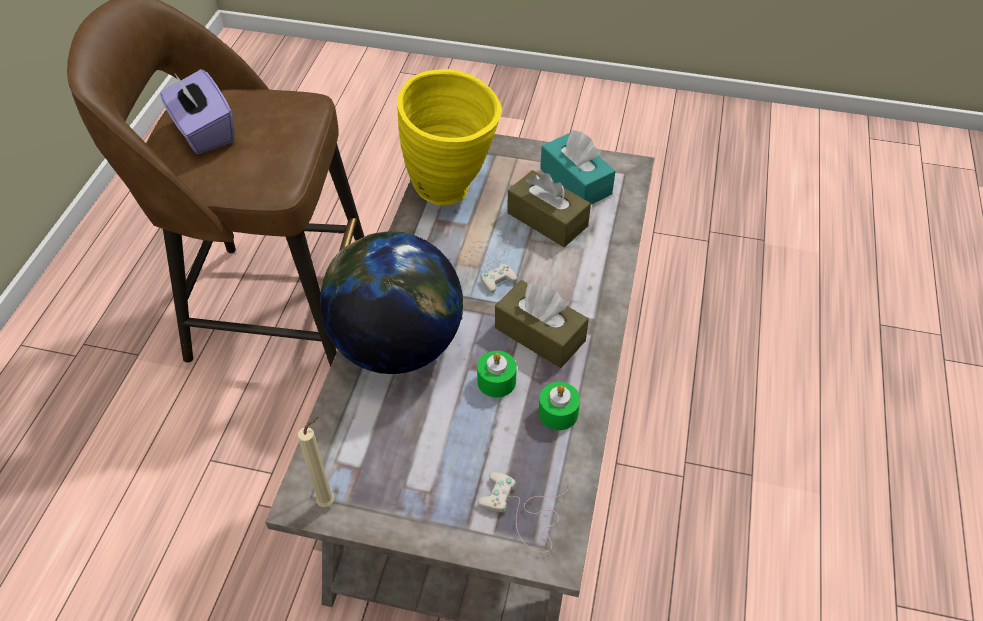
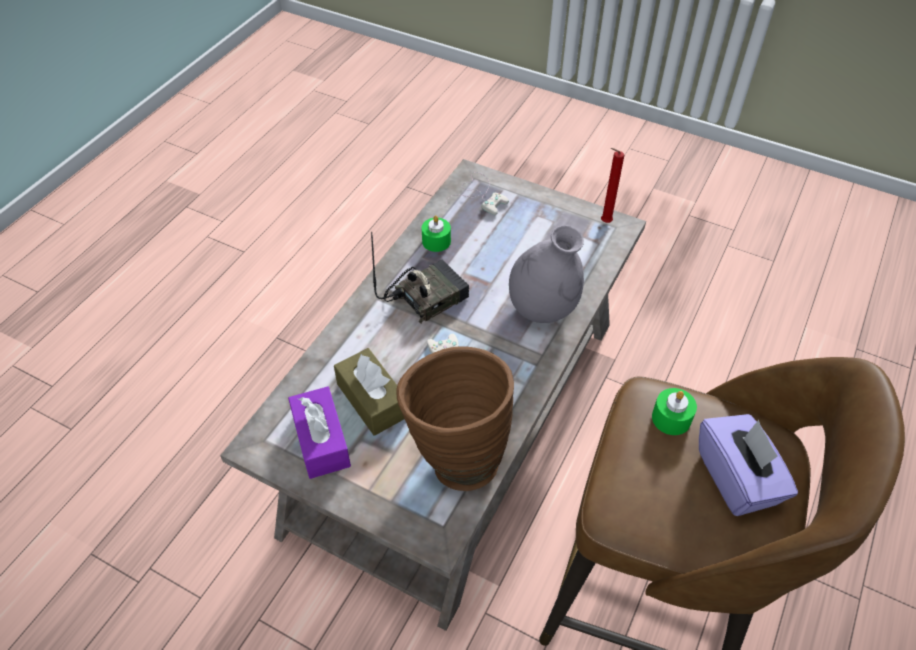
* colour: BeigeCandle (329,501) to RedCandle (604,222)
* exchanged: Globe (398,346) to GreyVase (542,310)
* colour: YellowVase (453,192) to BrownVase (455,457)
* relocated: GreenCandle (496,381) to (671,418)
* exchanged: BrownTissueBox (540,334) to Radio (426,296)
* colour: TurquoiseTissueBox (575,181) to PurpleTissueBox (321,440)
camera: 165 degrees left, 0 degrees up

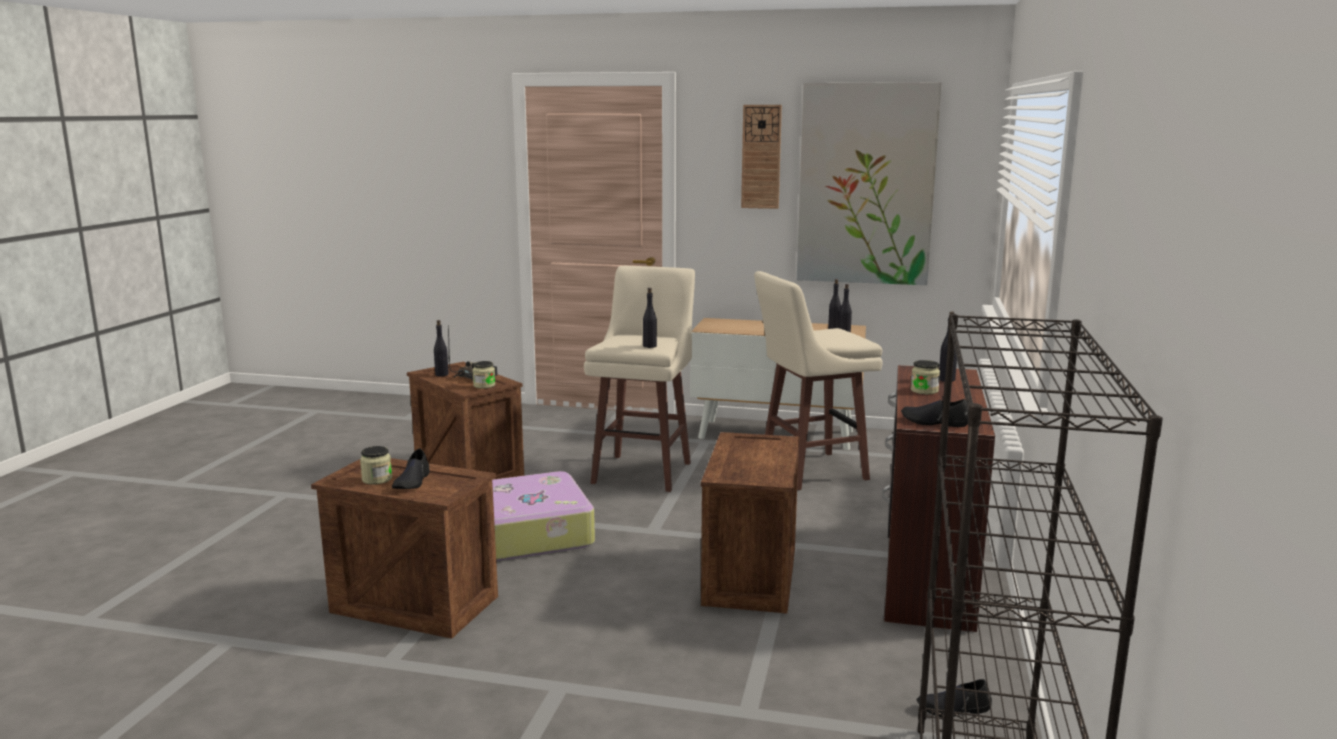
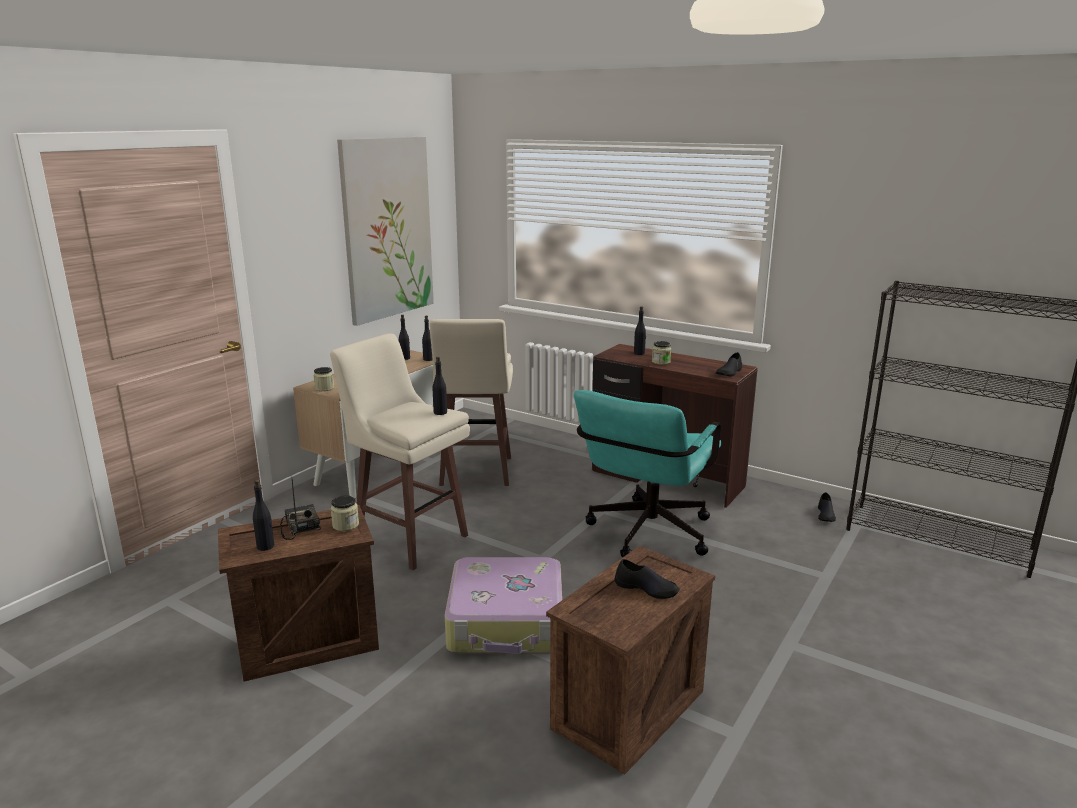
* relocated: Jar (377,479) to (324,388)
* exchanged: Crate (749,576) to TurquoiseOfficeChair (645,536)
* missing: WallClock (761,157)
camera: 70 degrees left, 5 degrees up

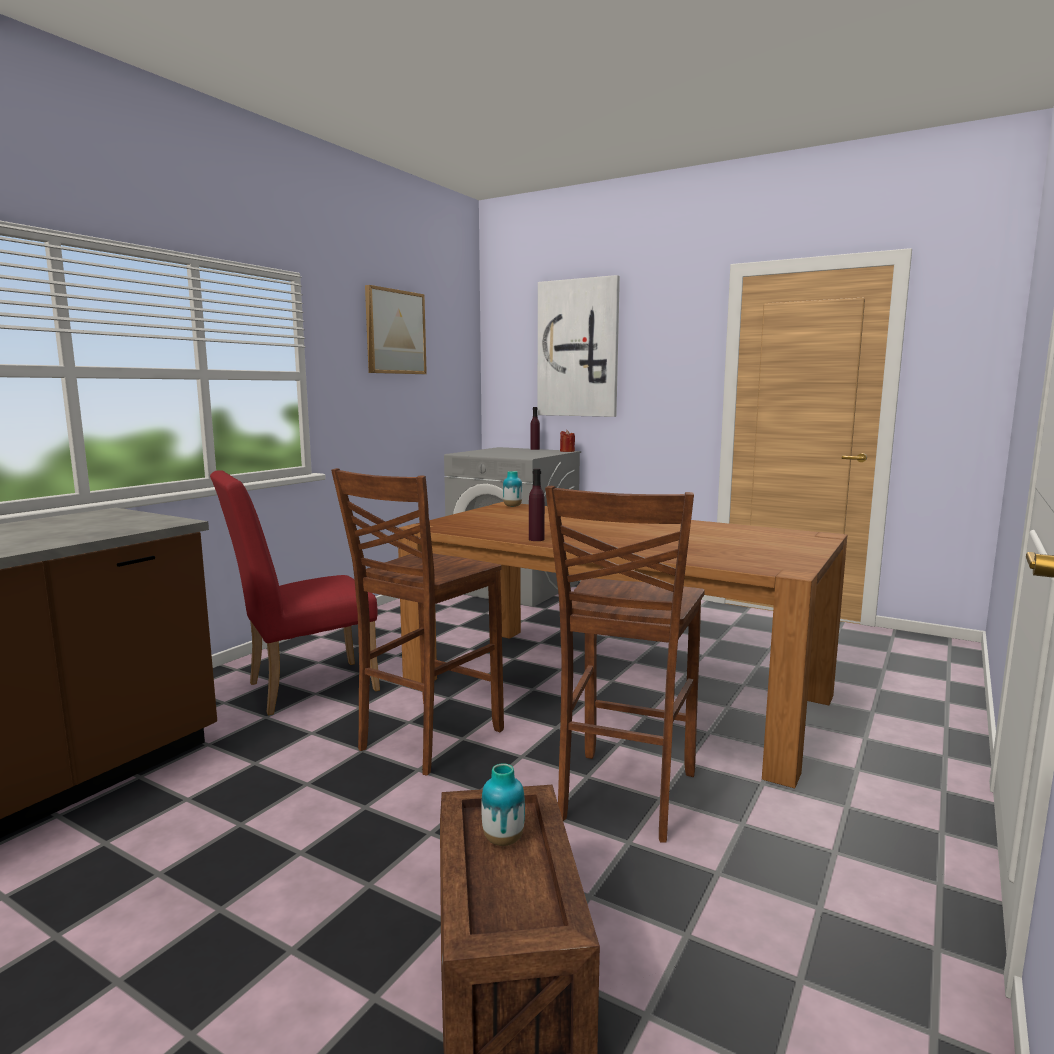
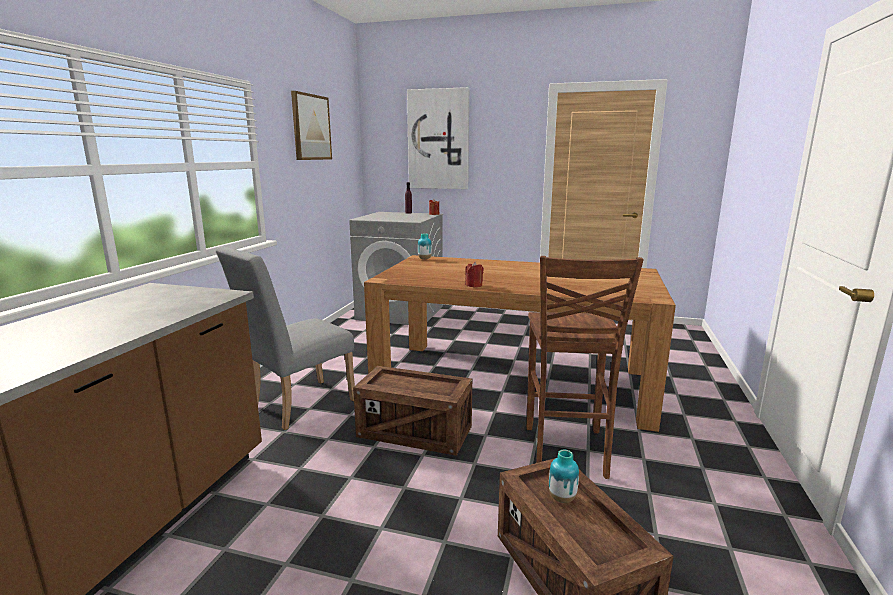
* colour: RedChair (302,688) to GreyChair (296,405)
* exchanged: BrownStool (426,740) to Crate (414,432)
* exchanged: PurpleBottle (536,539) to RedCandle (474,285)
camera: 15 degrees left, 5 degrees up

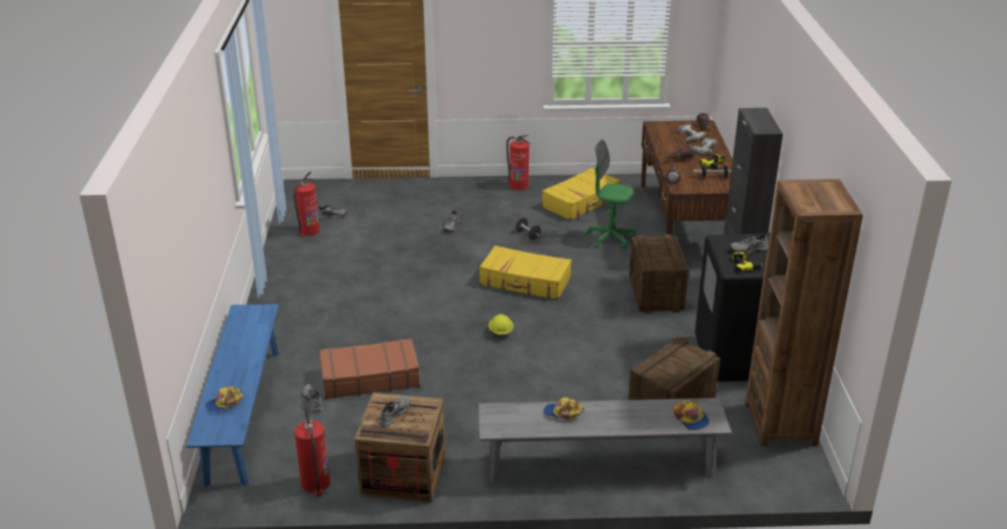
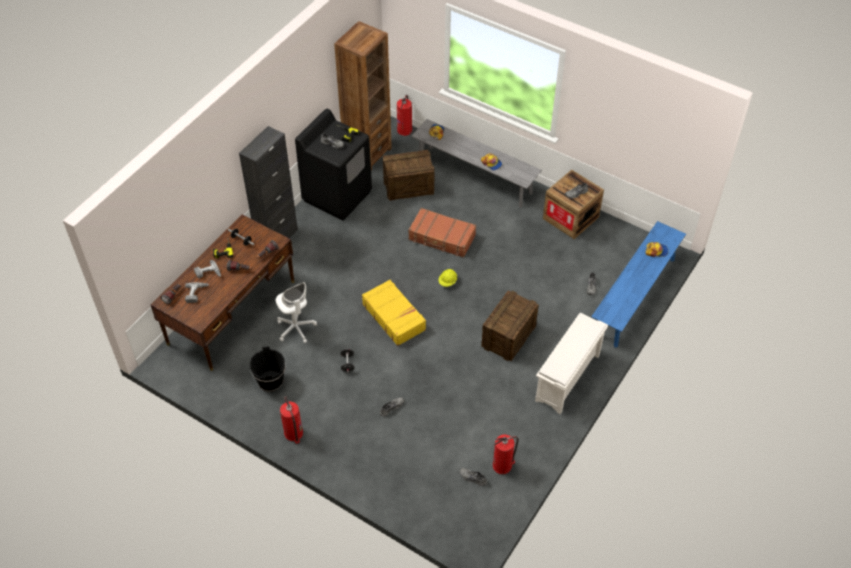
* relocated: FireExtinguisher (315,483) to (405,130)
* relocated: BrownSuitcase (369,378) to (442,238)
* exchanged: YellowSuitcase (581,202) to BlackBucket (270,381)
* colour: GreenOfficeChair (610,238) to WhiteOfficeChair (296,328)
* relocated: Crate (656,294) to (508,336)
* appeared: WhiteShoeRack (567,378)
camera: 145 degrees left, 20 degrees up

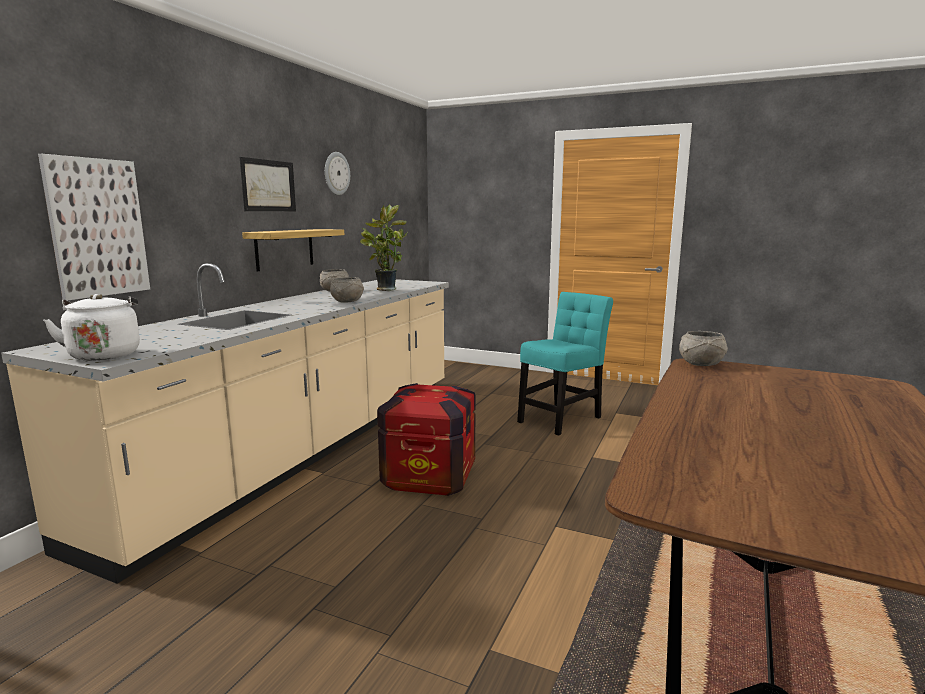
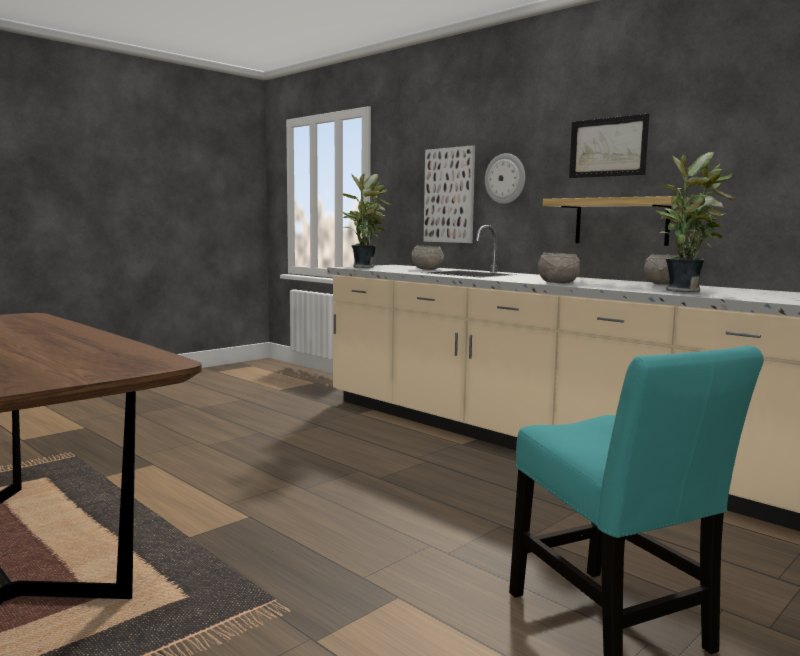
* exchanged: WhiteKettle (105,354) to PottedPlant (365,267)
* relocated: WallClock (336,173) to (505,178)
* missing: Crate (429,477)
* relocated: GreyBowl (700,364) to (427,269)
camera: 110 degrees right, 5 degrees down

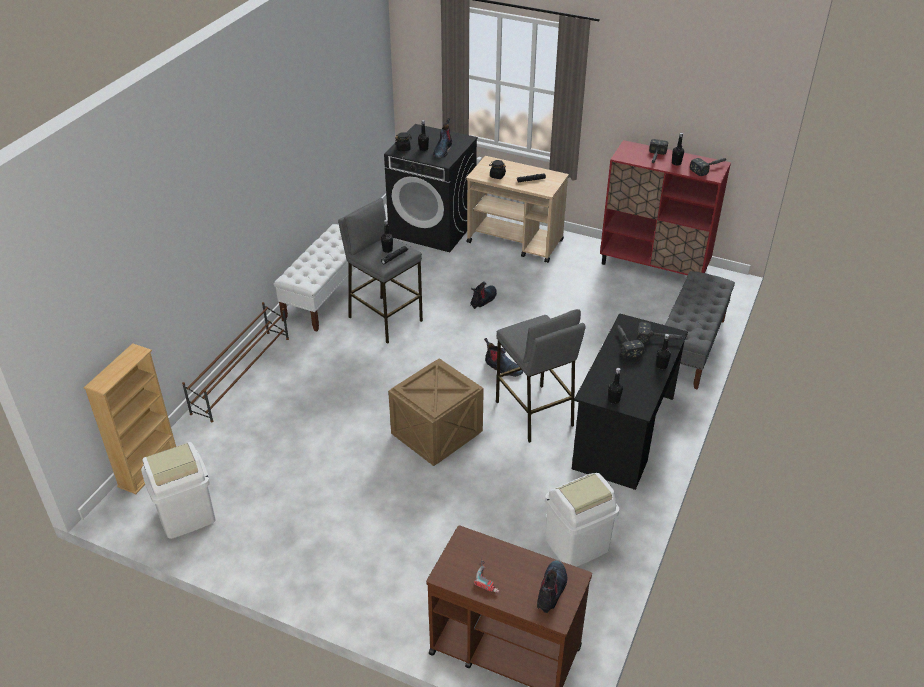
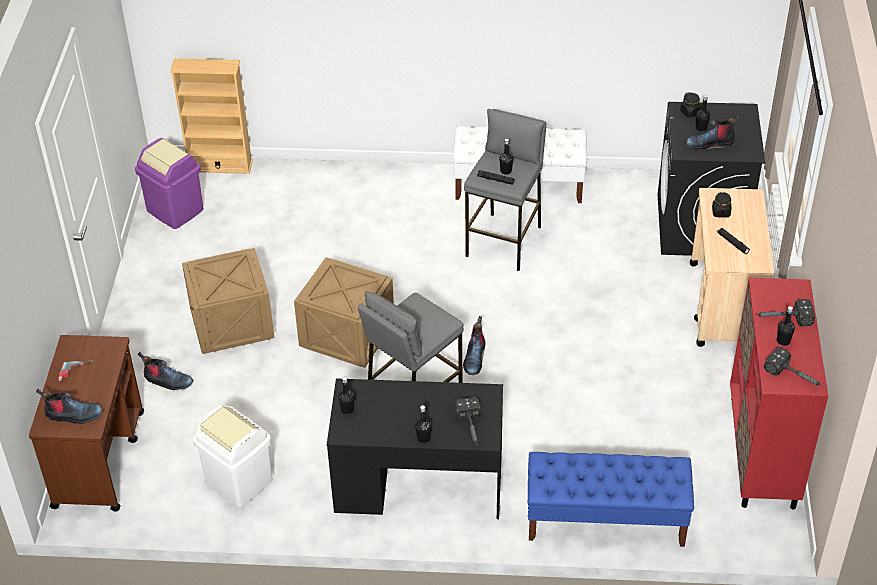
* colour: WhiteTrashCan (186,515) to PurpleTrashCan (175,210)
* missing: BrownShoeRack (242,374)
* relocated: Boot (483,300) to (167,381)
* missing: Hammer (625,343)
* colour: GreyBench (690,348) to BlueBench (605,520)
* appeared: Crate (233,324)
camera: 70 degrees right, 5 degrees up

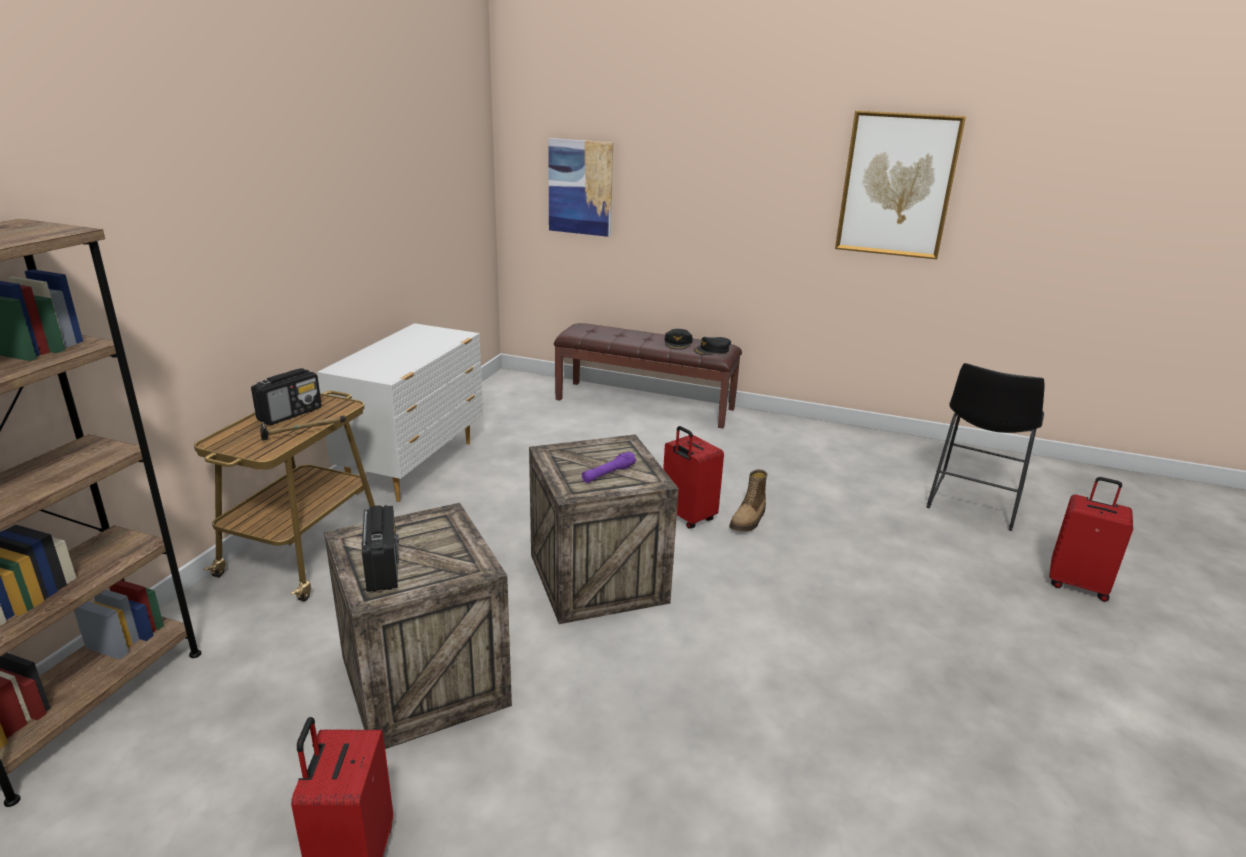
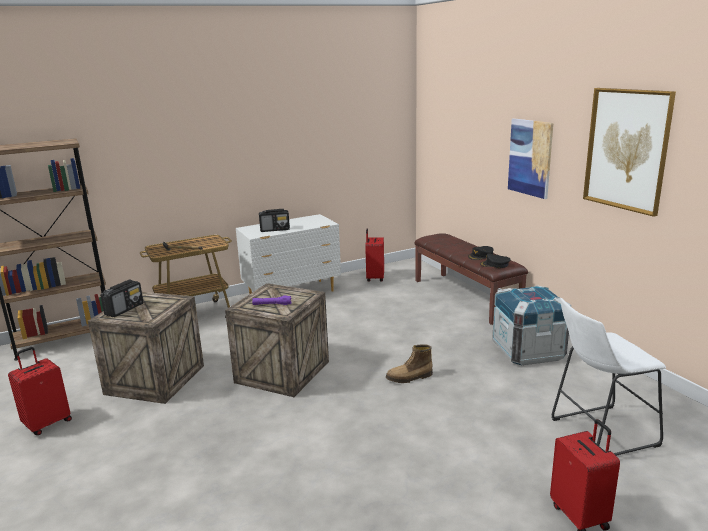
* relocated: Radio (290,414) to (275,229)
* relocated: Picture (580,187) to (530,157)
* relocated: RedSuitcase (687,517) to (374,278)
* colour: BlackStool (972,504) to WhiteStool (598,433)
* appeared: Crate (528,351)
camera: 45 degrees right, 5 degrees down

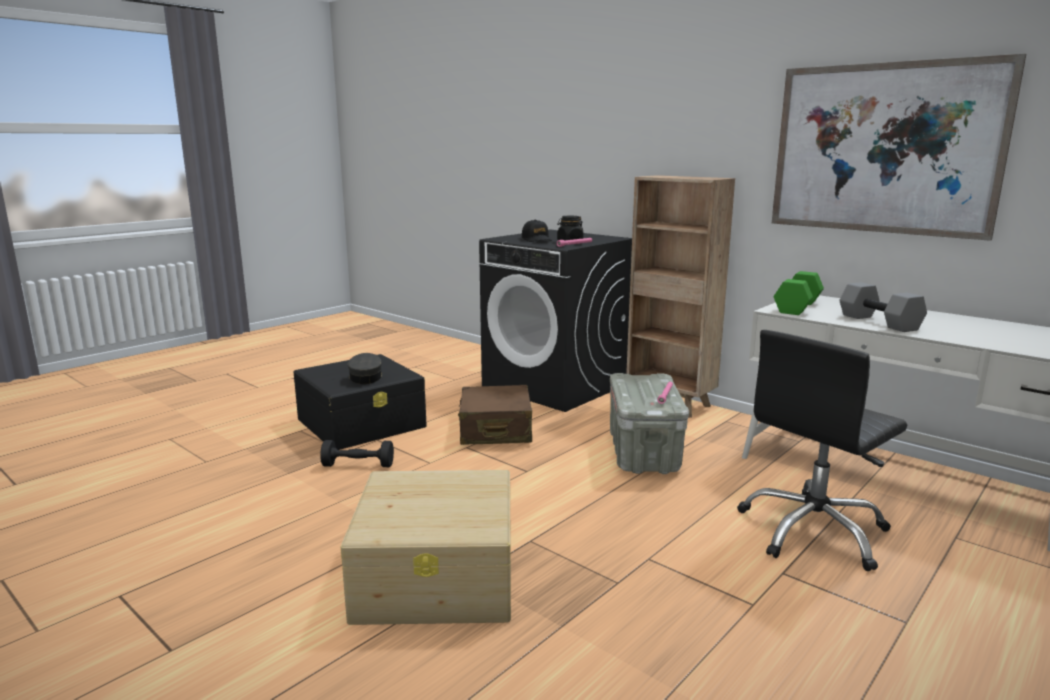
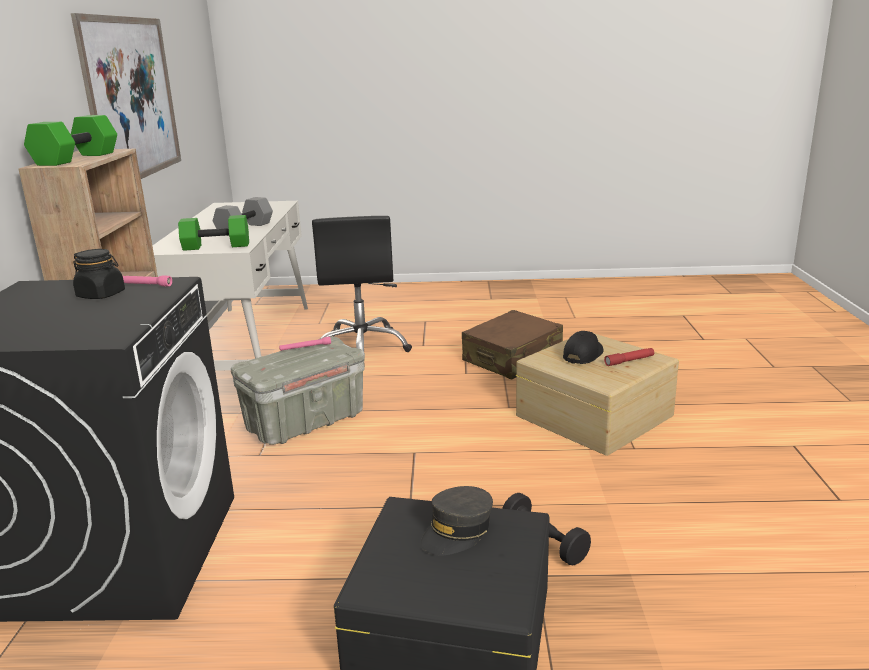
* relocated: BrownSuitcase (495,430) to (513,358)
* relocated: BlackCap (536,239) to (583,354)
* spun: BlackOfficeChair (813,531) = (362,348) 75 degrees clockwise
* appeared: GreenDumbbell (76,158)
* appeared: RedFlashlight (629,361)
camera: 130 degrees left, 5 degrees up

